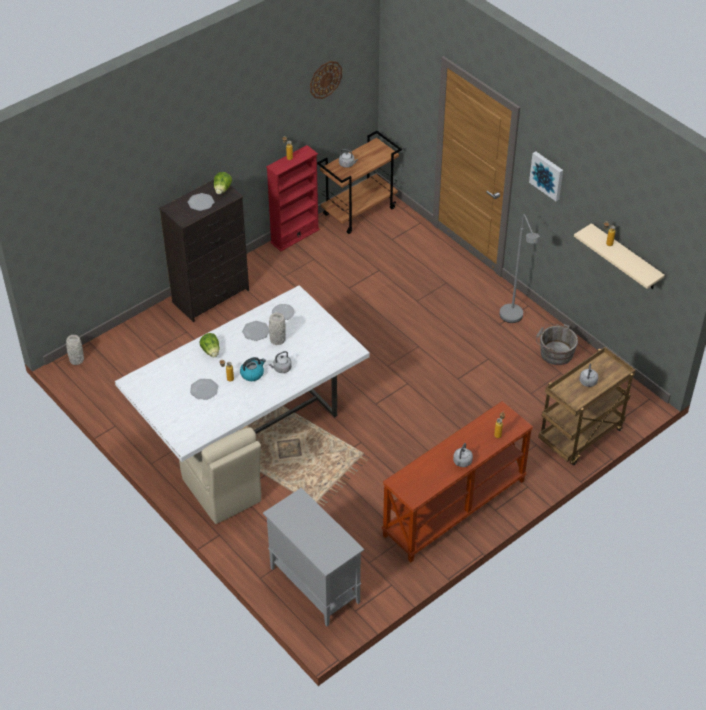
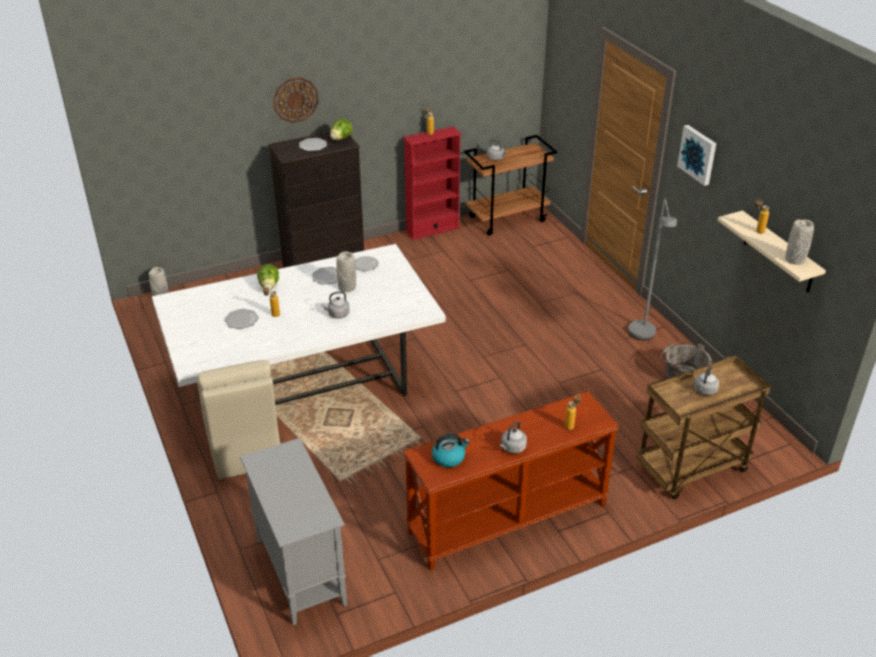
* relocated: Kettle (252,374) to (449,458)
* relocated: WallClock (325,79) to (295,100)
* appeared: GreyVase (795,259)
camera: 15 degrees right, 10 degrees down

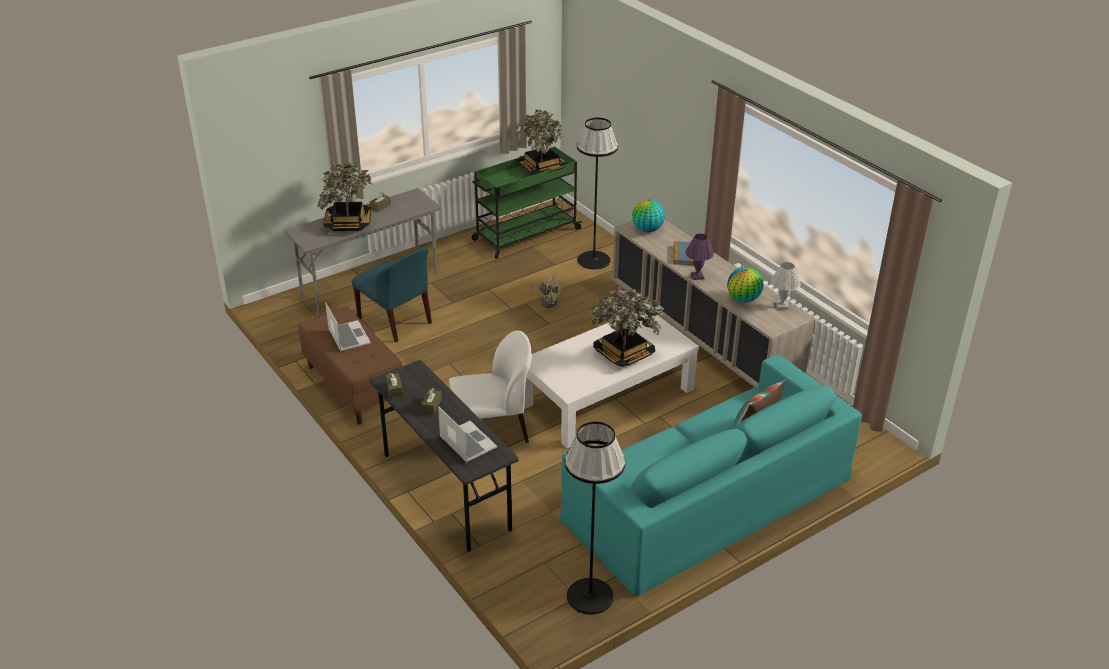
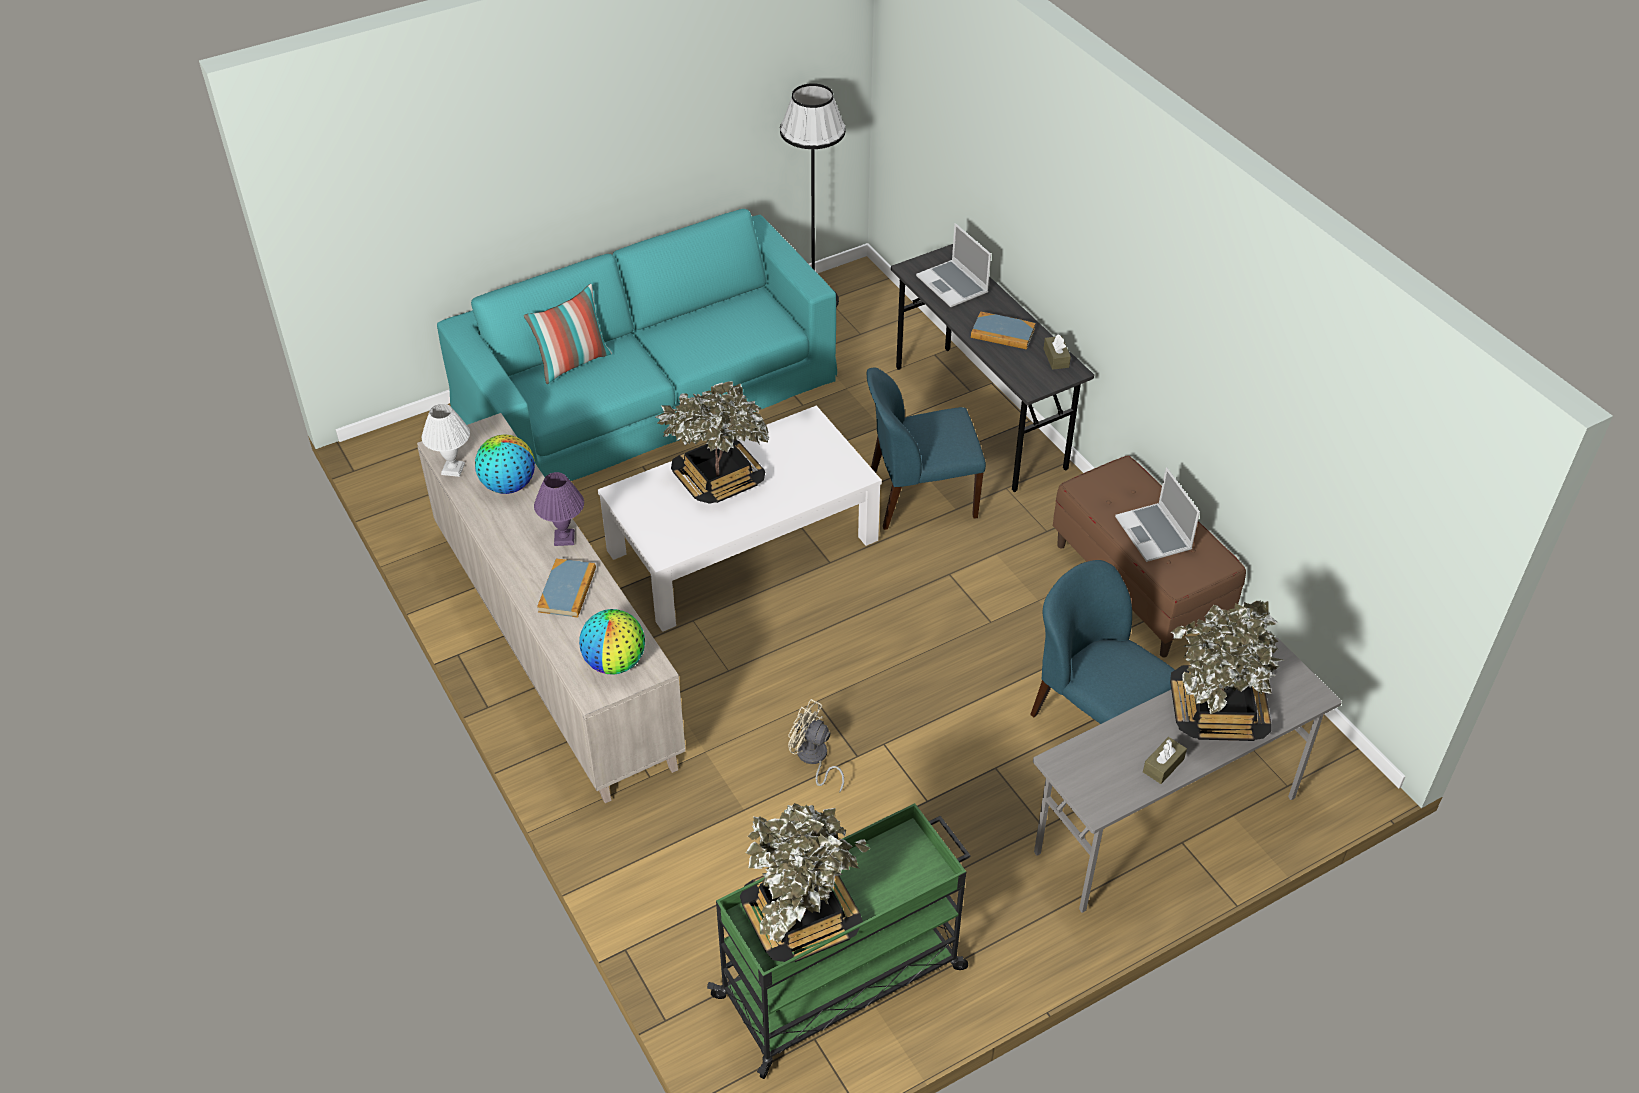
* exchanged: BrownTissueBox (431,405) to Book (1002,333)
* colour: WhiteChair (492,431) to BlueChair (919,498)
* missing: BlackFloorLamp (594,260)
camera: 175 degrees left, 10 degrees up

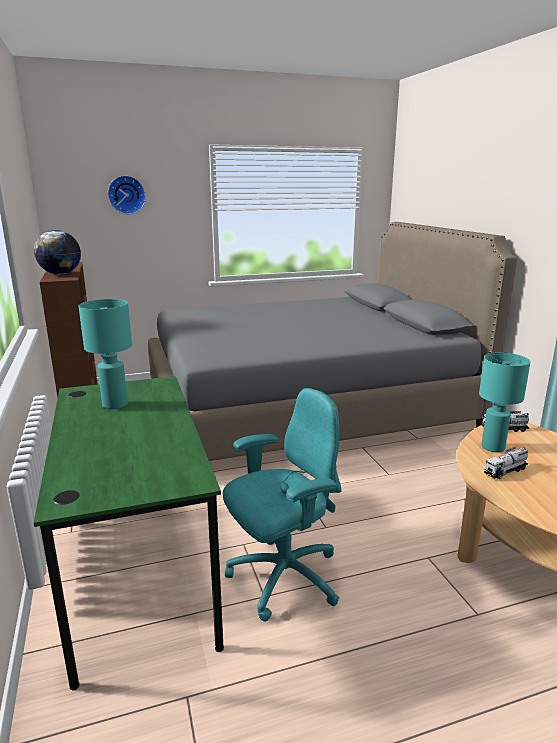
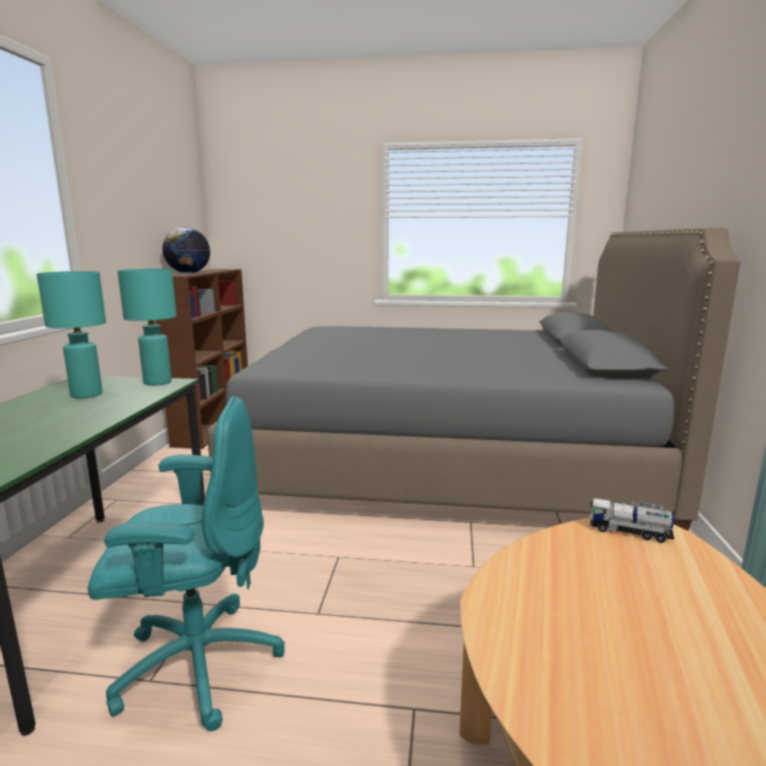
* missing: WallClock (126,195)
* relocated: TurquoiseTableLamp (492,447) to (157,382)
* missing: ToyTruck (505,471)
camera: 25 degrees right, 5 degrees down

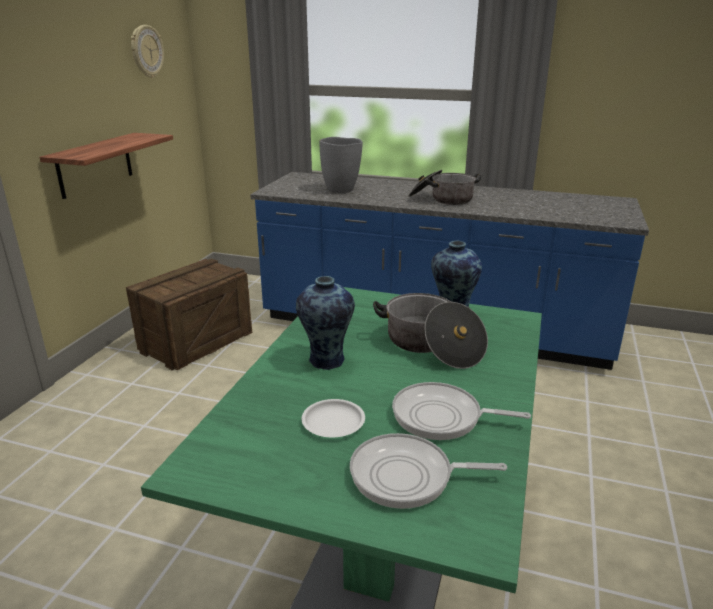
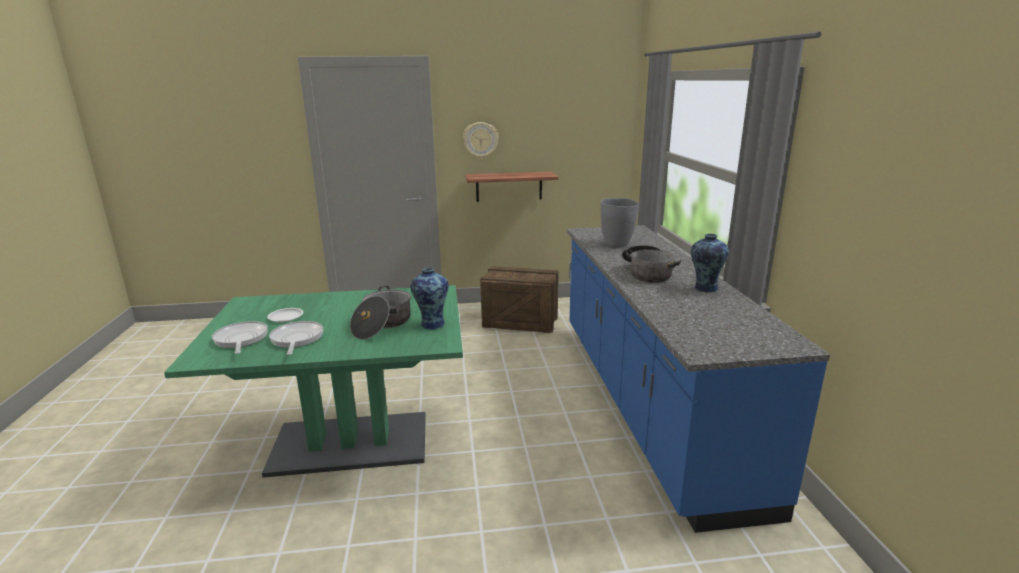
* relocated: WallClock (146,51) to (480,140)
* relocated: Vase (326,361) to (704,288)
camera: 65 degrees right, 5 degrees down

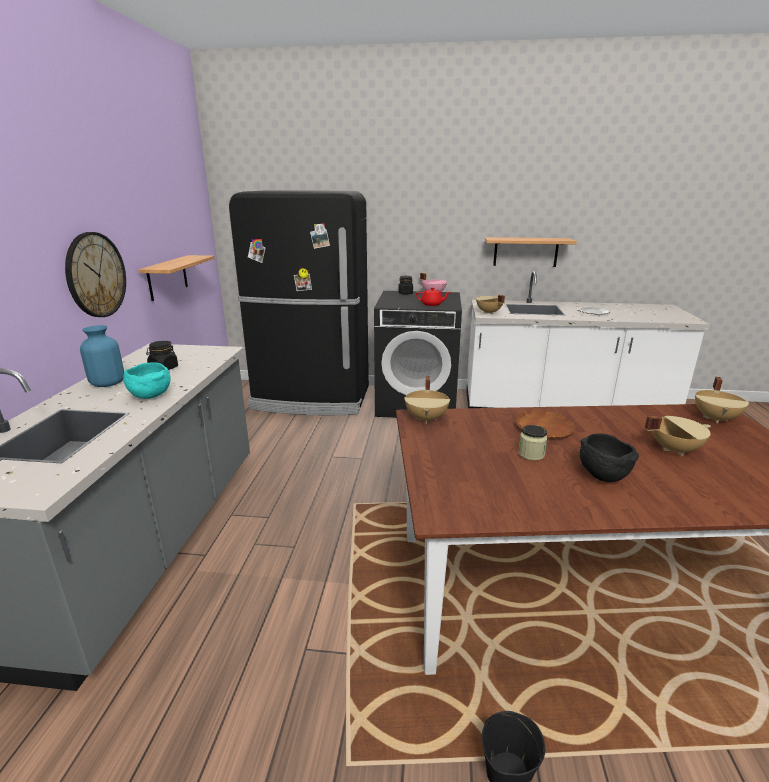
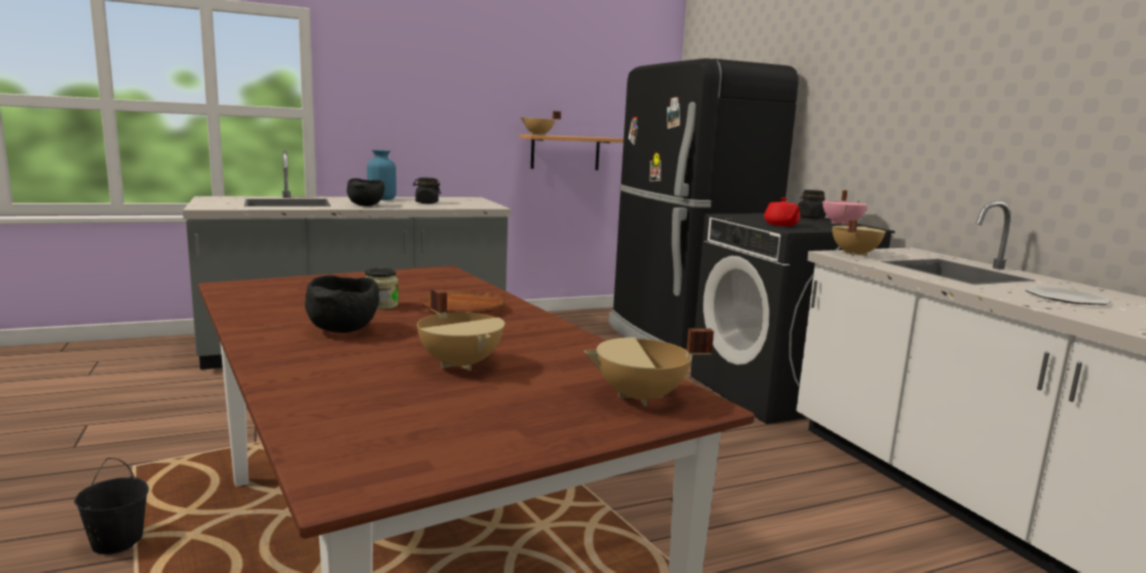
* missing: WallClock (96,275)
* colour: TurquoiseBowl (150,396) to BlackBowl (366,205)
* relocated: BeigeCookingPot (427,418) to (538,135)
* missing: Shelf (525,252)
camera: 60 degrees right, 10 degrees down

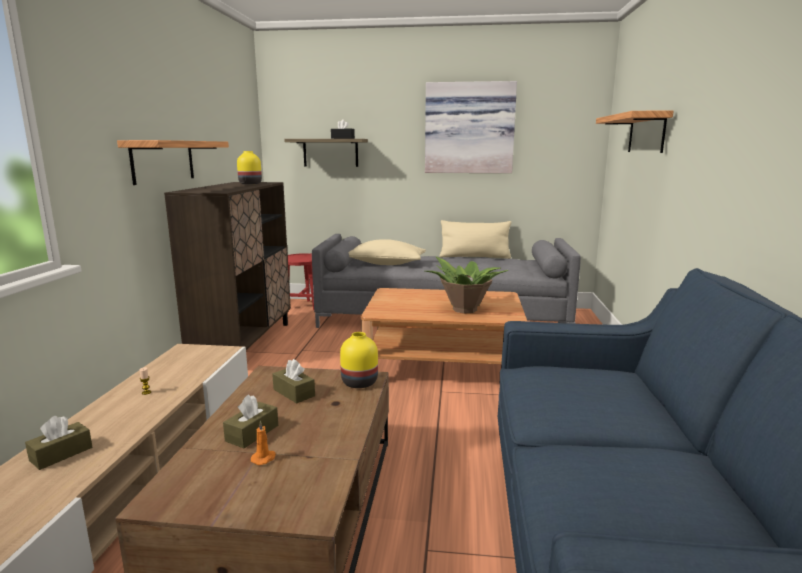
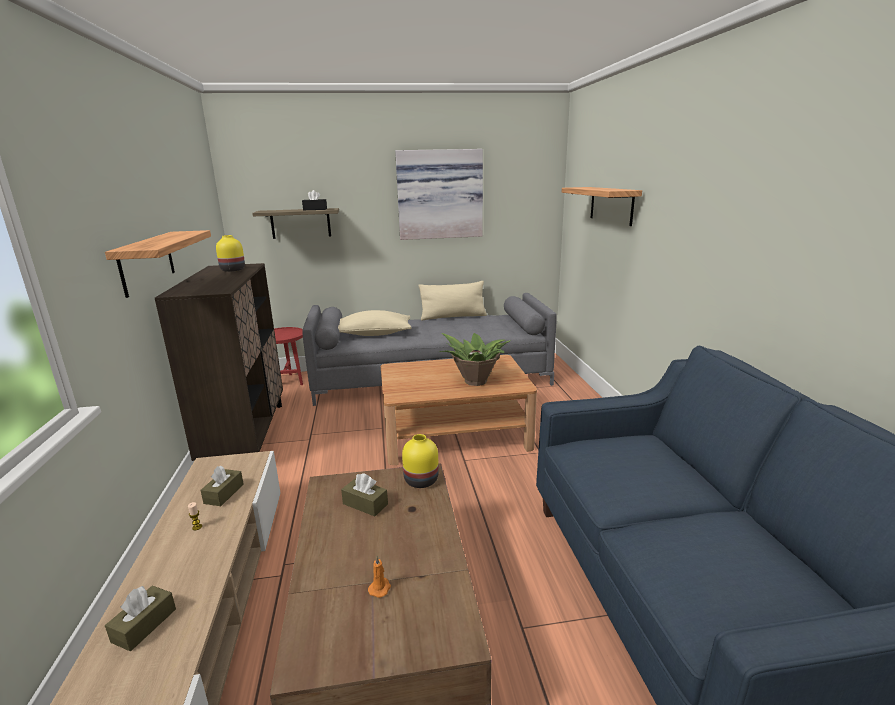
* relocated: BrownTissueBox (252,433) to (224,494)
camera: 15 degrees left, 5 degrees up

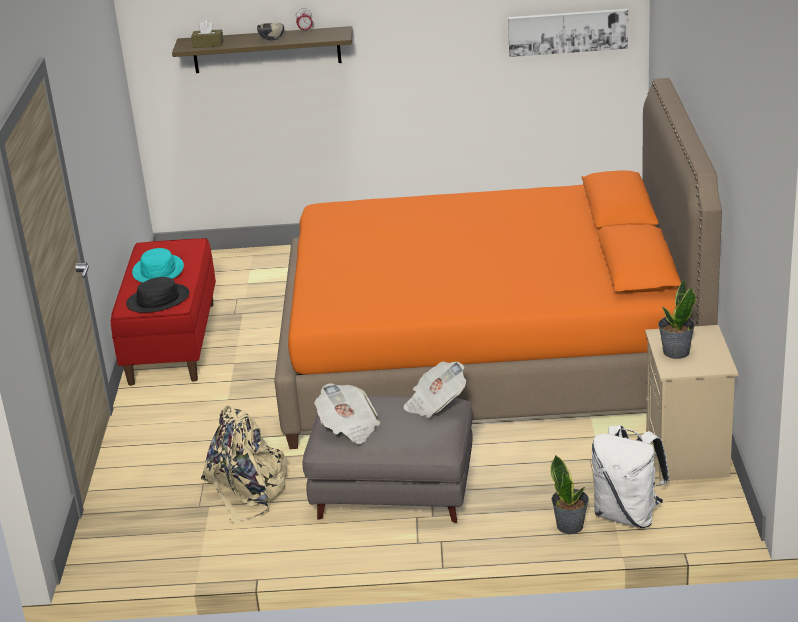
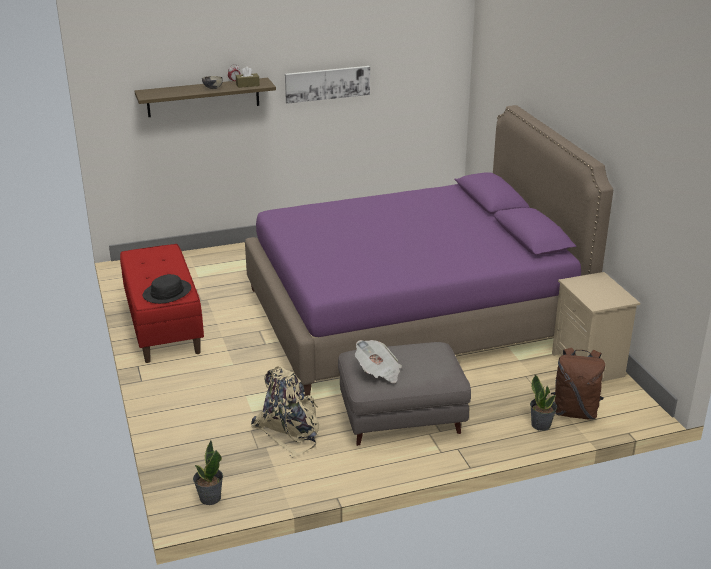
* missing: TurquoiseHat (158,270)
* relocated: BrownTissueBox (208,44) to (247,85)
* colour: OrangeBed (488,358) to PurpleBed (412,314)
* missing: Newspaper (435,404)
* relocated: Picture (567,32) to (327,83)
* colour: WhiteBackpack (627,515) to BrownBackpack (575,412)
* relocated: PottedPlant (675,352) to (210,498)
camera: 20 degrees left, 0 degrees up

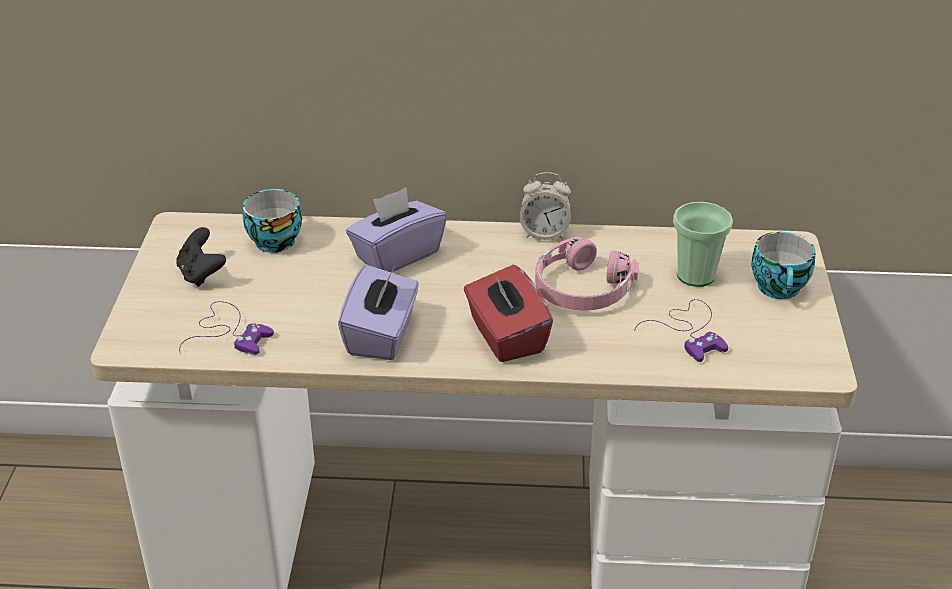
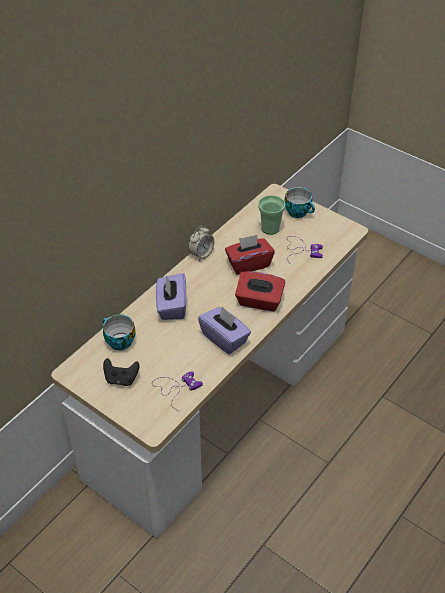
* exchanged: PinkHeadphones (581,288) to RedTissueBox (248,264)
camera: 55 degrees left, 10 degrees up

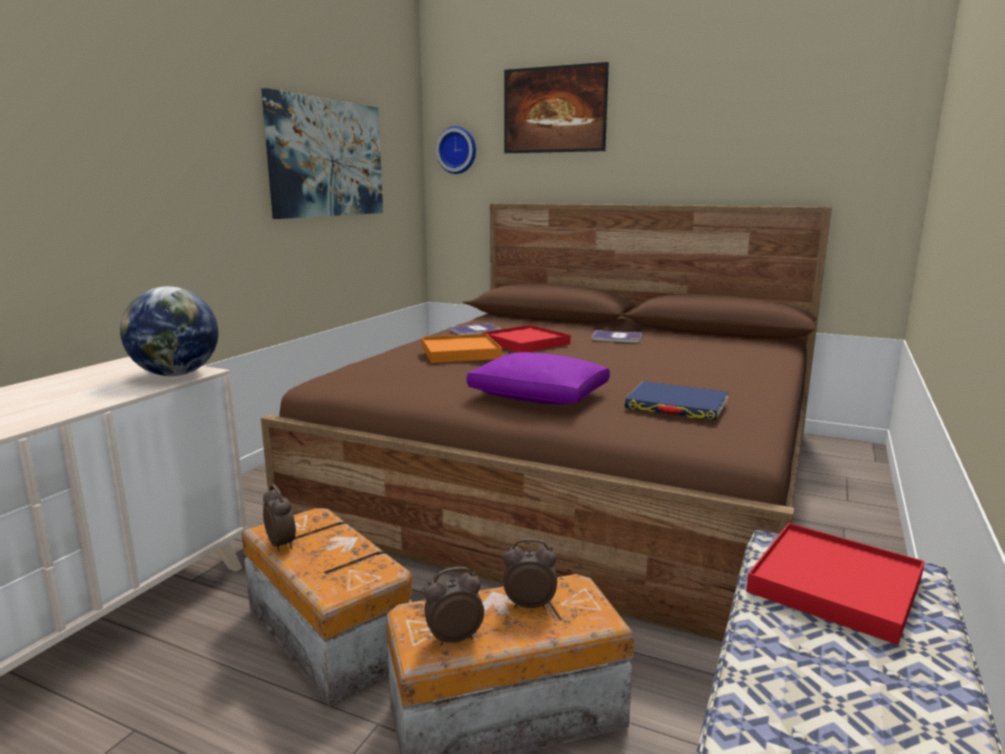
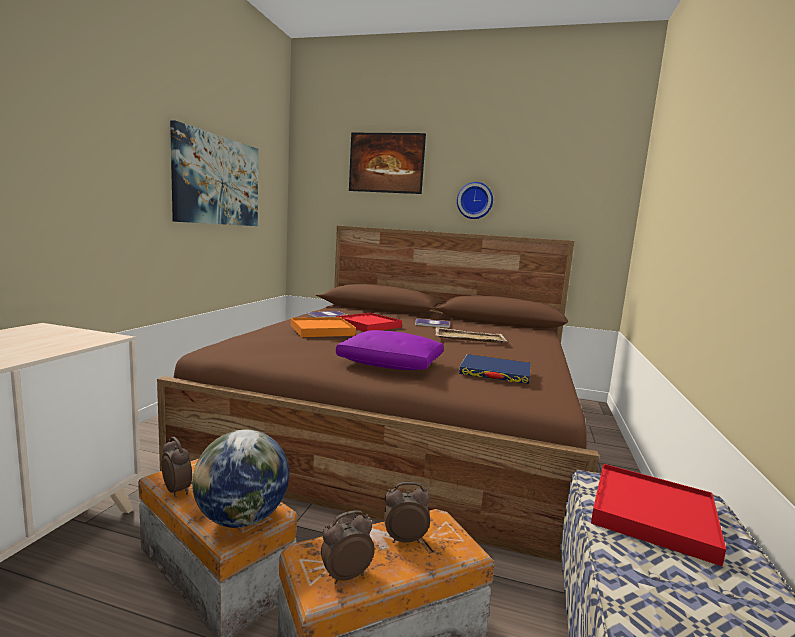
* relocated: Globe (176,374) to (242,519)
* relocated: WallClock (457,150) to (475,200)
* appeared: BeigeTray (468,338)
camera: 10 degrees left, 5 degrees down

